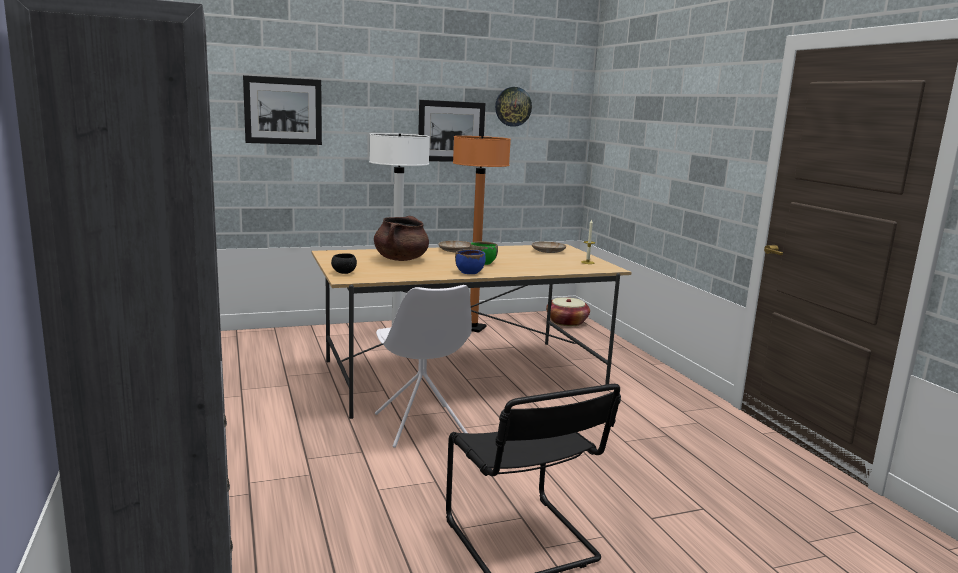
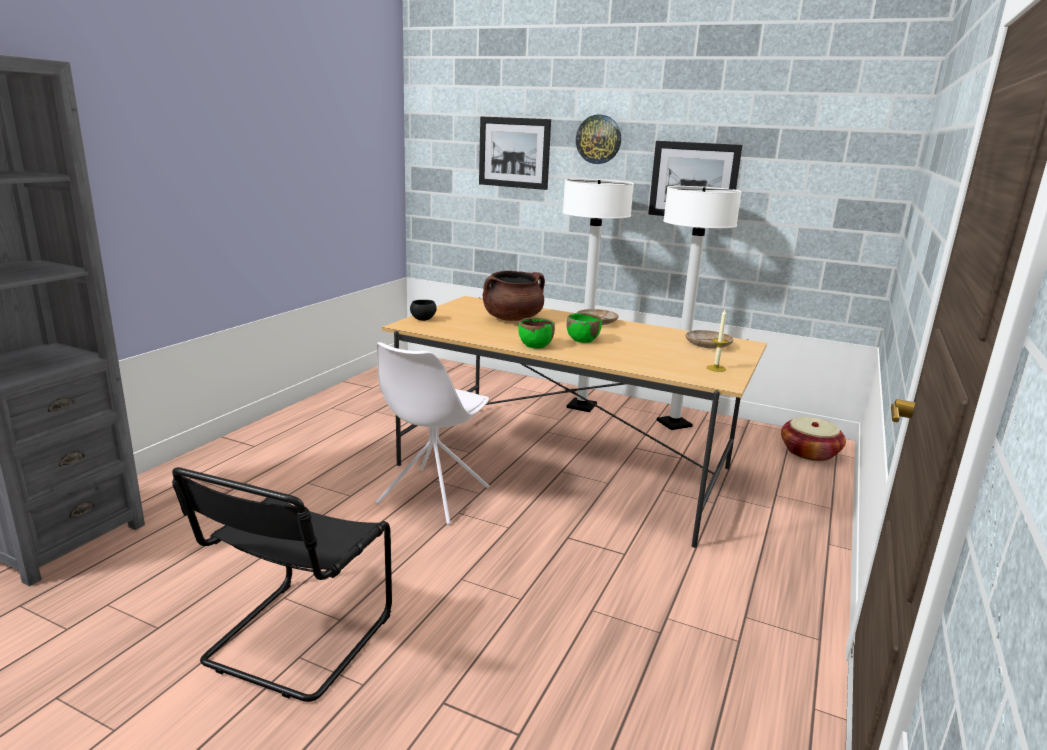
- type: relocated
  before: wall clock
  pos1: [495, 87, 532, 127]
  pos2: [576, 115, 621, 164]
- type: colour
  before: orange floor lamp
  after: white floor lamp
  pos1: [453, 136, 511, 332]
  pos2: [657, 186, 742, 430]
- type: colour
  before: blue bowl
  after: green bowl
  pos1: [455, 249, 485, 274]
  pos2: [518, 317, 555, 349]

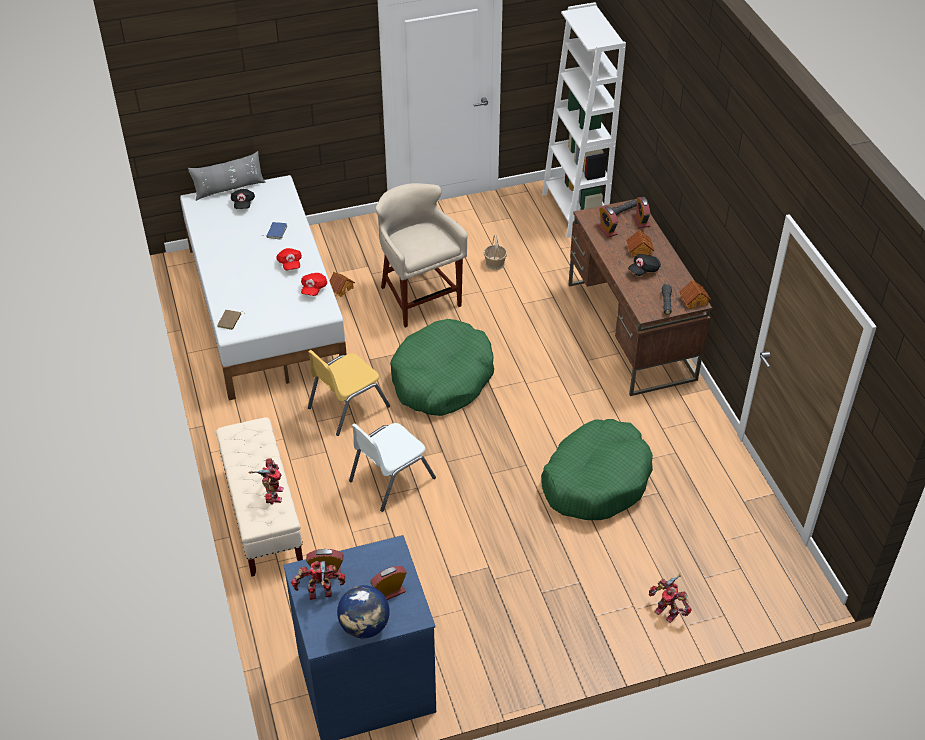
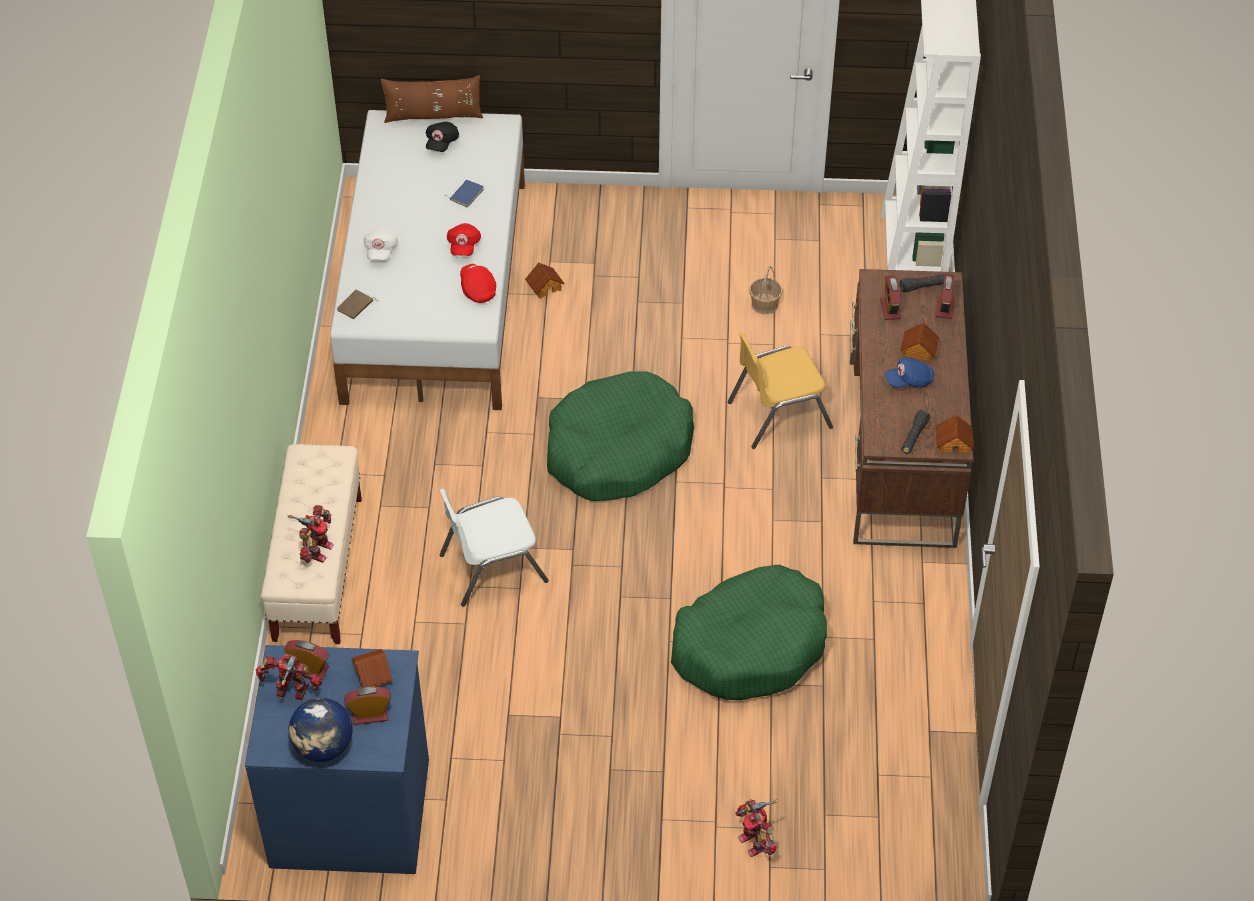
- type: colour
  before: grey pillow
  after: brown pillow
  pos1: [188, 151, 265, 201]
  pos2: [381, 75, 483, 123]
- type: missing
  before: beige stool
  pos1: [376, 183, 468, 328]
- type: colour
  before: black cap
  after: blue cap
  pos1: [628, 254, 661, 276]
  pos2: [884, 357, 934, 388]
- type: spun
  before: red cap
  pos1: [301, 273, 327, 296]
  pos2: [460, 264, 496, 303]
  turn: 120
- type: relocated
  before: yellow chair
  pos1: [308, 350, 390, 436]
  pos2: [728, 333, 833, 449]
- type: appeared
  after: white cap
  pos2: [364, 228, 398, 260]
- type: appeared
  after: toy house
  pos2: [351, 649, 393, 688]

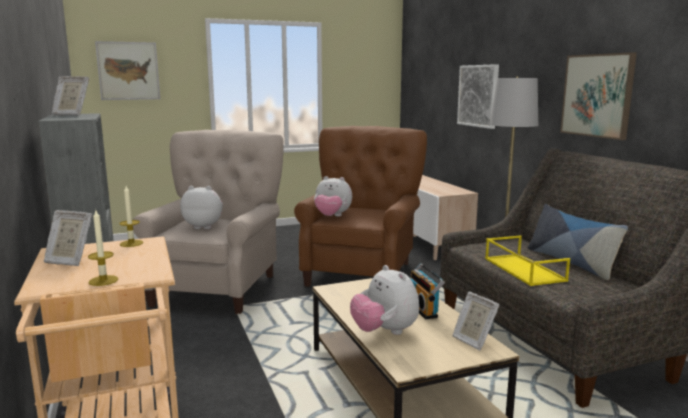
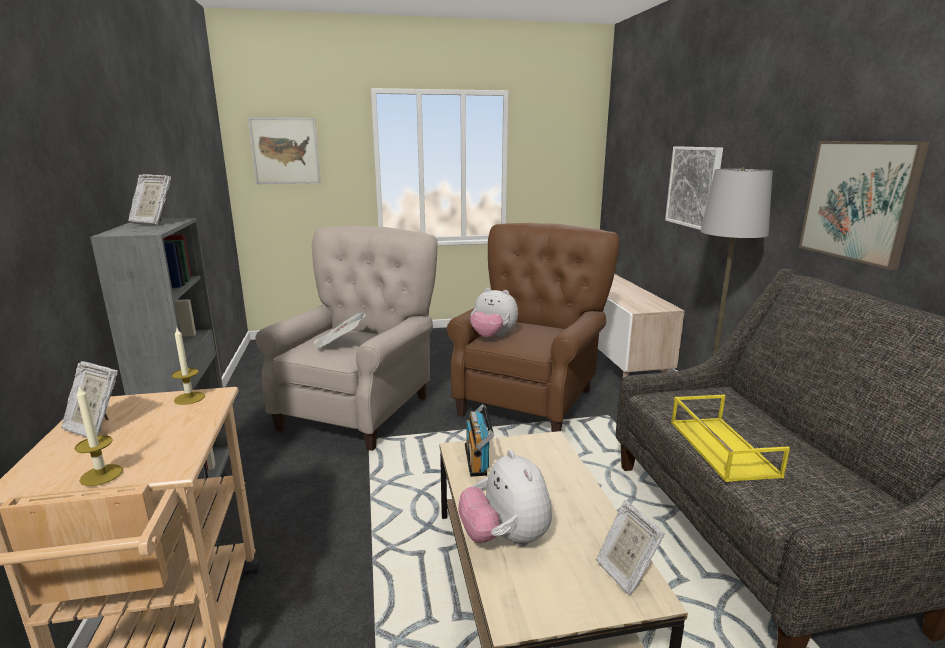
- type: exchanged
  before: plush toy
  after: newspaper
  pos1: [180, 186, 223, 229]
  pos2: [313, 313, 366, 349]
- type: missing
  before: pillow
  pos1: [528, 204, 628, 280]
- type: relocated
  before: radio
  pos1: [410, 263, 445, 320]
  pos2: [465, 404, 494, 477]

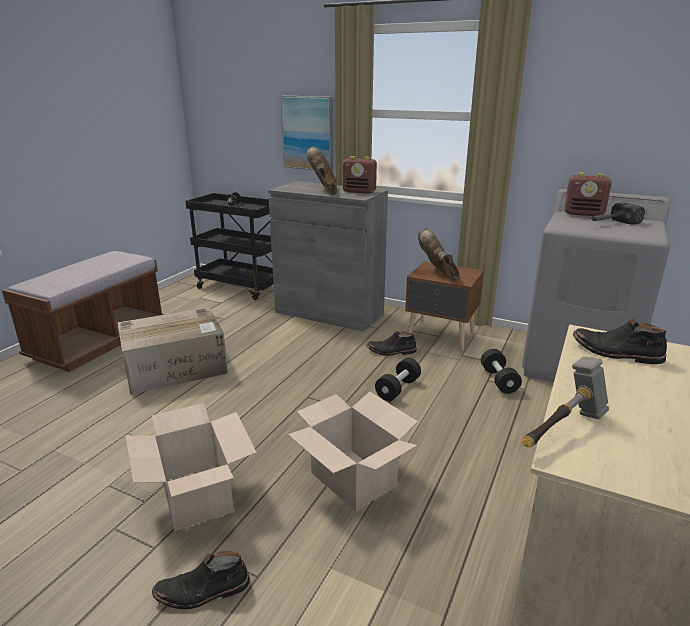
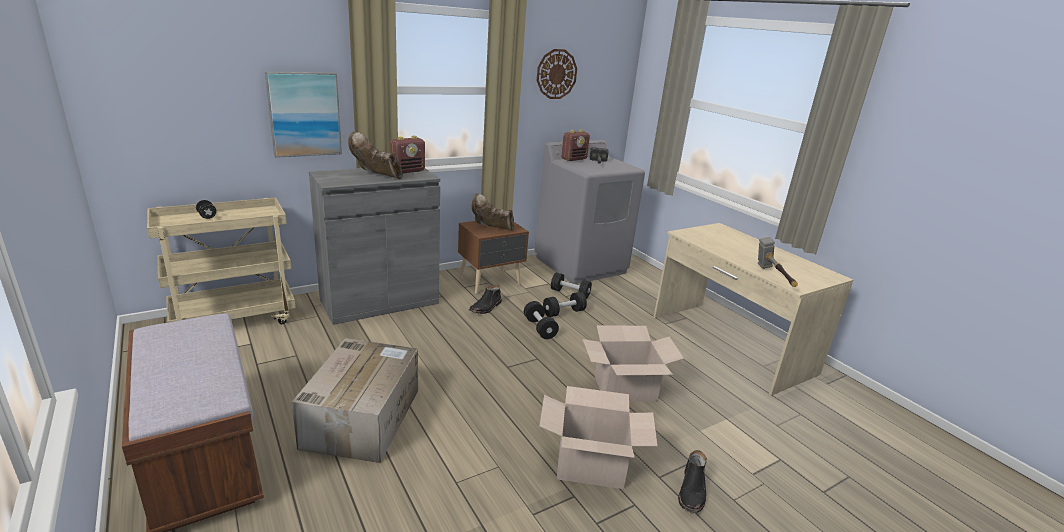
- type: colour
  before: black cart
  after: beige cart
  pos1: [185, 193, 274, 300]
  pos2: [147, 198, 296, 324]
- type: missing
  before: black boot
  pos1: [573, 319, 667, 364]
- type: appeared
  after: wall clock
  pos2: [537, 49, 577, 99]
- type: appeared
  after: black dumbbell
  pos2: [543, 292, 587, 317]

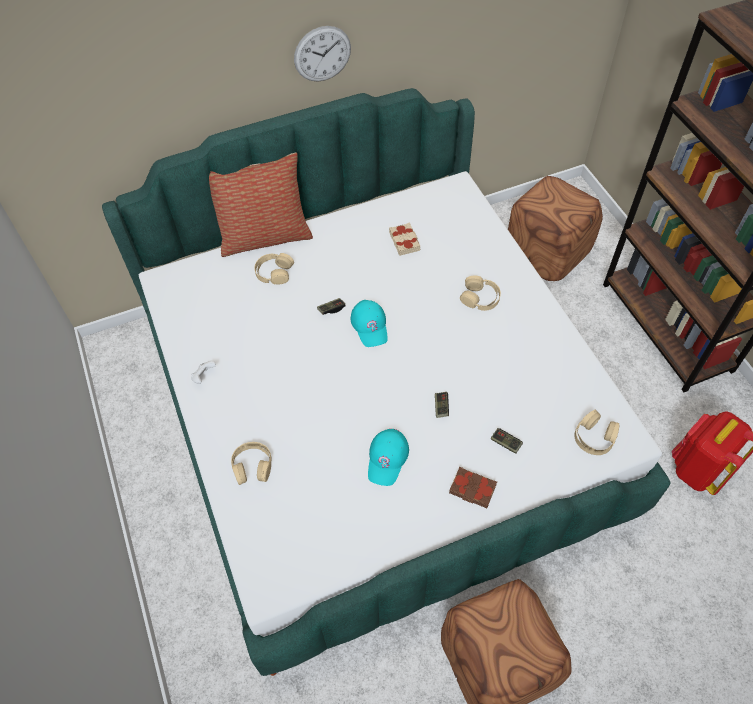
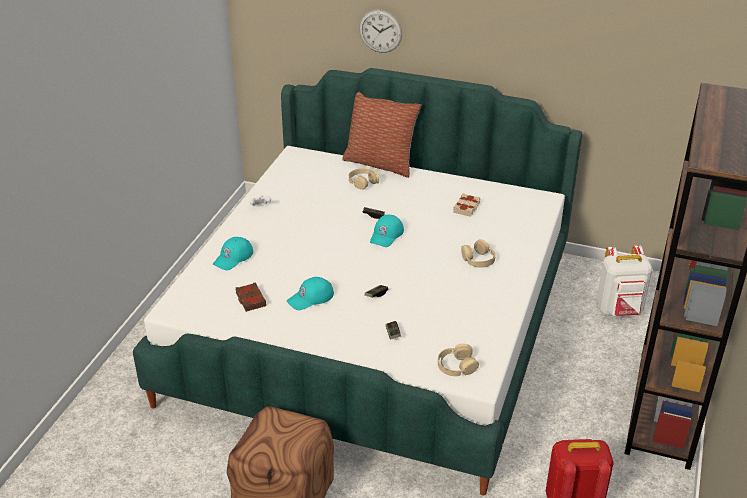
- type: relocated
  before: wall clock
  pos1: [294, 26, 351, 82]
  pos2: [359, 10, 402, 53]
- type: exchanged
  before: brown ottoman
  after: white backpack
  pos1: [508, 176, 603, 281]
  pos2: [596, 245, 652, 316]
- type: exchanged
  before: beige headphones
  after: turquoise cap
  pos1: [231, 442, 272, 485]
  pos2: [213, 237, 253, 270]
- type: relocated
  before: brown book
  pos1: [449, 467, 497, 508]
  pos2: [235, 282, 266, 312]

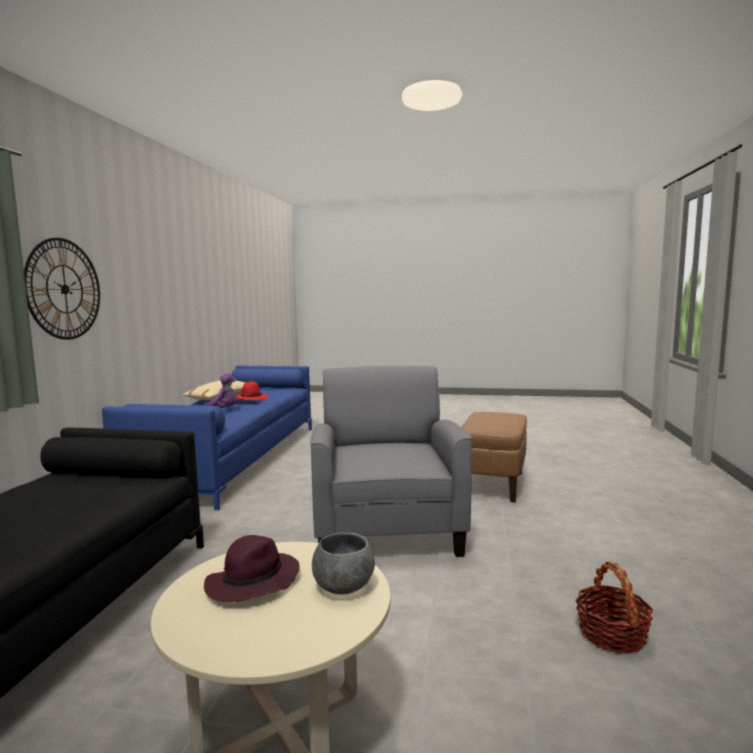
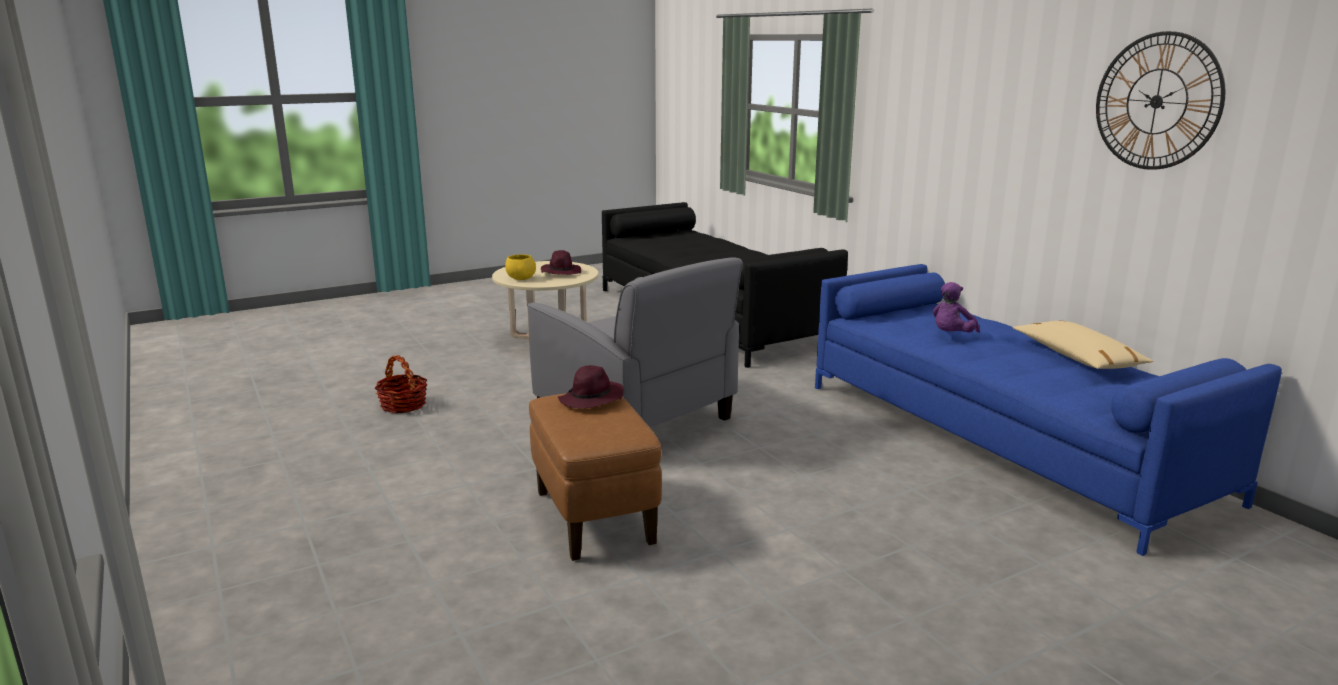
- type: relocated
  before: wall clock
  pos1: [24, 238, 100, 340]
  pos2: [1096, 31, 1226, 170]
- type: missing
  before: red hat
  pos1: [236, 381, 268, 400]
- type: colour
  before: grey bowl
  after: yellow bowl
  pos1: [312, 533, 375, 594]
  pos2: [505, 254, 536, 280]
- type: appeared
  after: purple hat
  pos2: [558, 365, 624, 408]

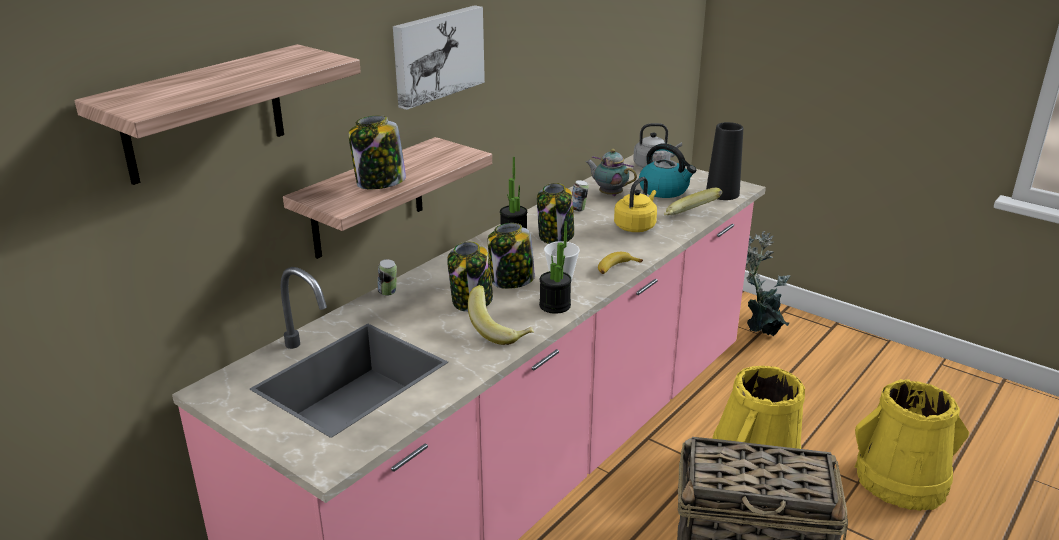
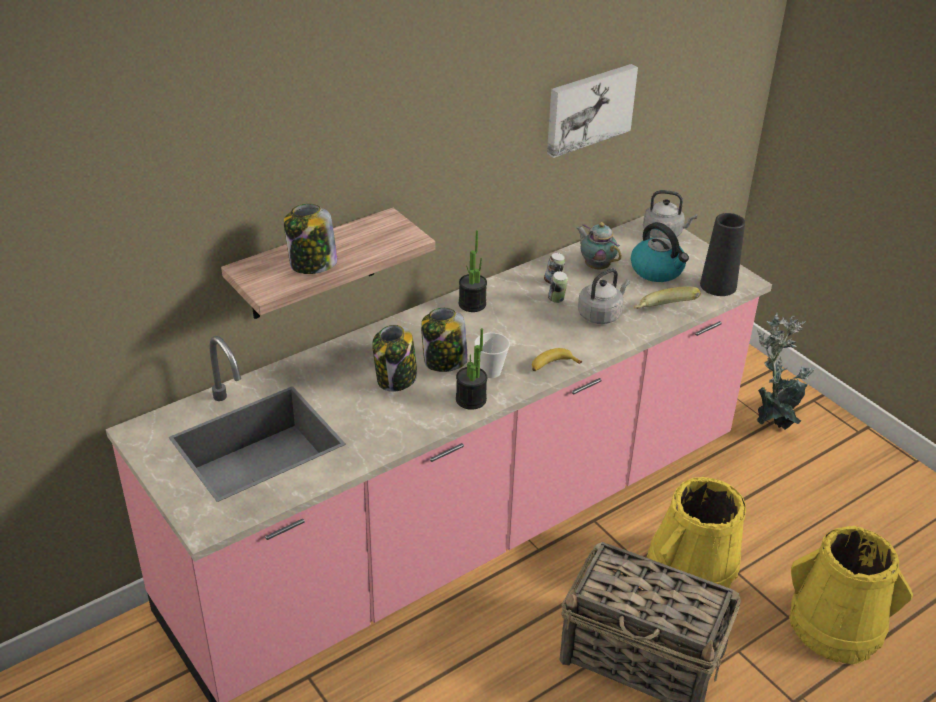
- type: relocated
  before: picture
  pos1: [393, 5, 485, 110]
  pos2: [547, 64, 638, 158]
- type: missing
  before: shelf
  pos1: [74, 44, 361, 185]
- type: colour
  before: yellow kettle
  after: grey kettle
  pos1: [614, 177, 657, 232]
  pos2: [578, 268, 630, 324]
- type: missing
  before: jar
  pos1: [537, 183, 574, 244]
- type: relocated
  before: can
  pos1: [378, 259, 397, 296]
  pos2: [548, 271, 568, 303]
- type: missing
  before: banana
  pos1: [468, 285, 534, 345]

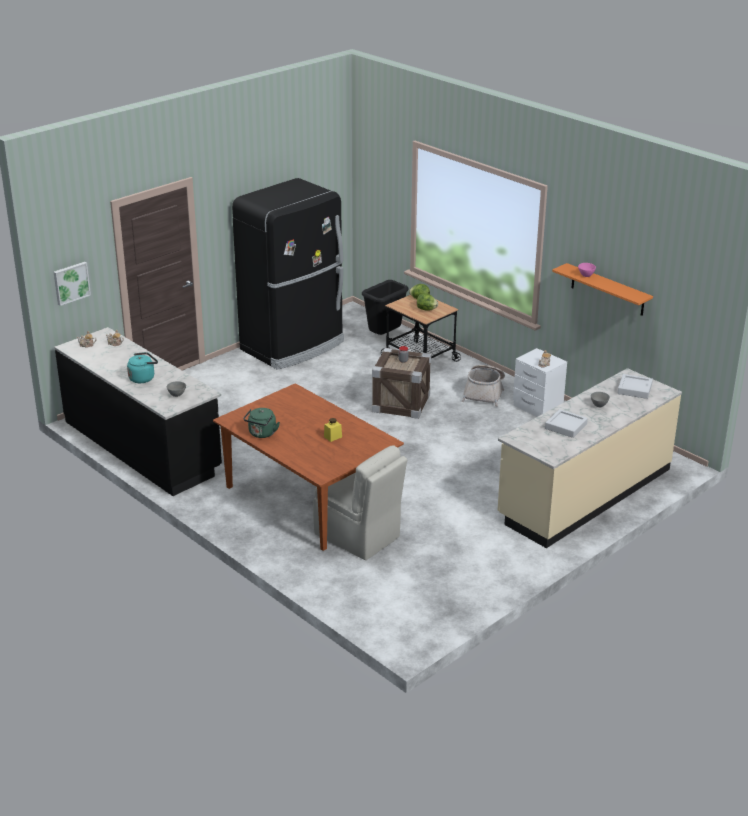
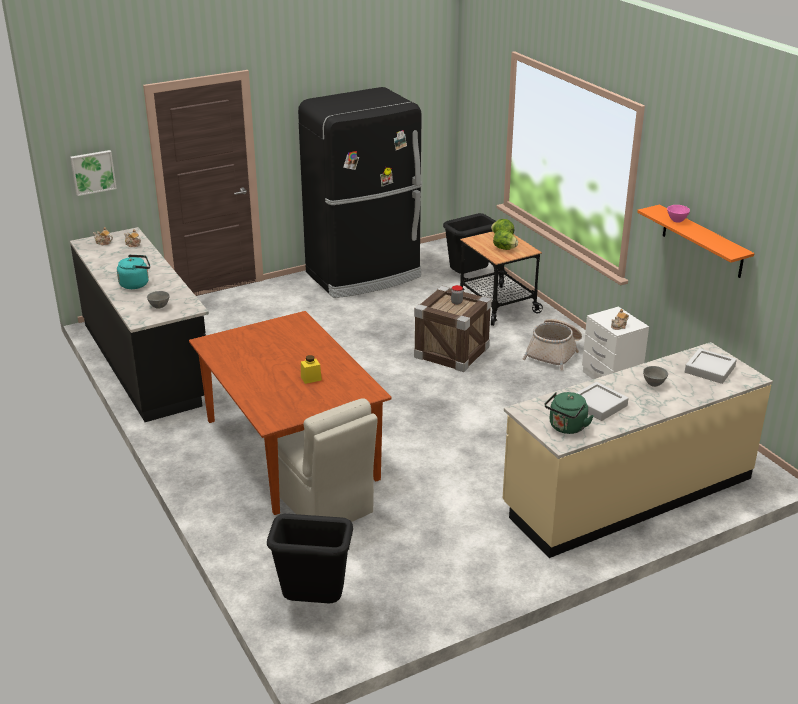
- type: relocated
  before: green kettle
  pos1: [243, 408, 280, 438]
  pos2: [545, 392, 593, 434]
- type: appeared
  after: black trash can
  pos2: [267, 514, 353, 603]

